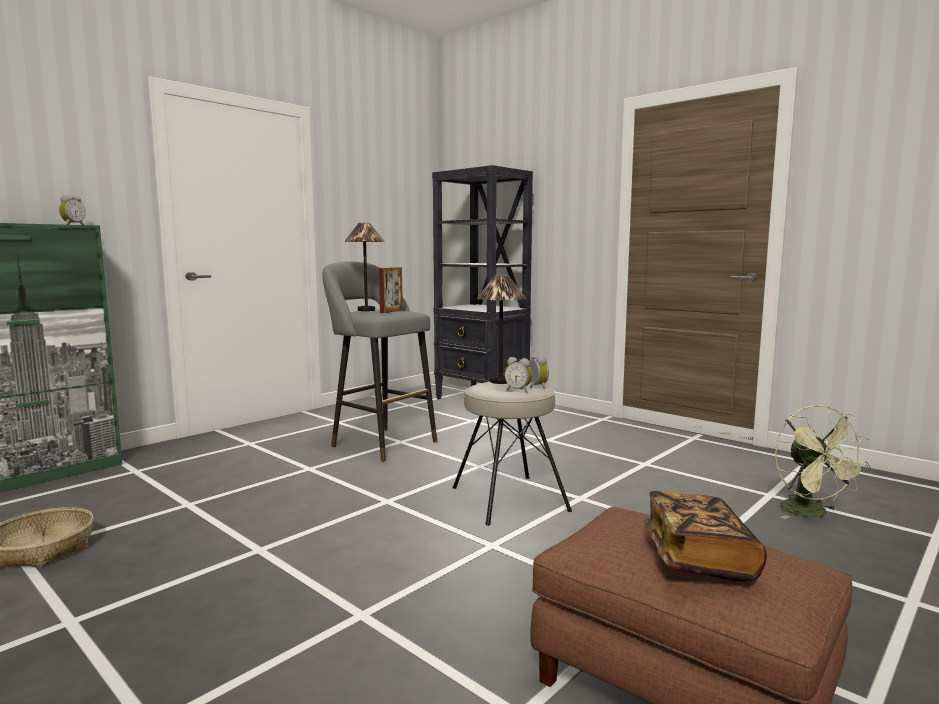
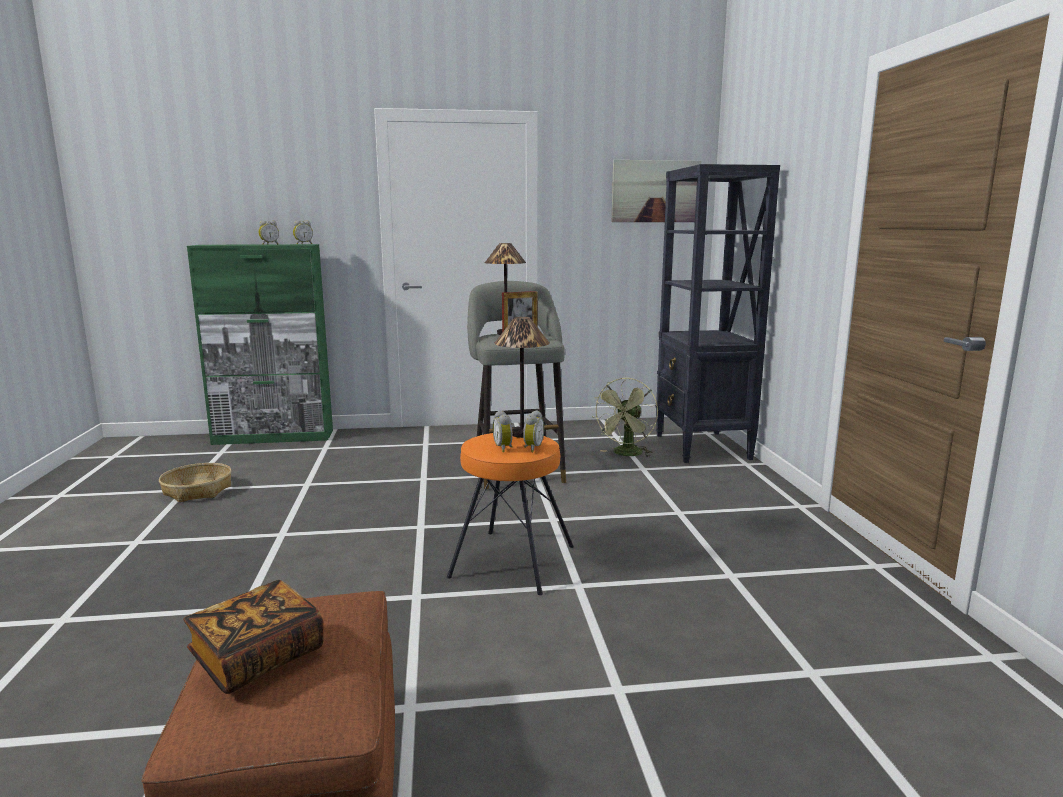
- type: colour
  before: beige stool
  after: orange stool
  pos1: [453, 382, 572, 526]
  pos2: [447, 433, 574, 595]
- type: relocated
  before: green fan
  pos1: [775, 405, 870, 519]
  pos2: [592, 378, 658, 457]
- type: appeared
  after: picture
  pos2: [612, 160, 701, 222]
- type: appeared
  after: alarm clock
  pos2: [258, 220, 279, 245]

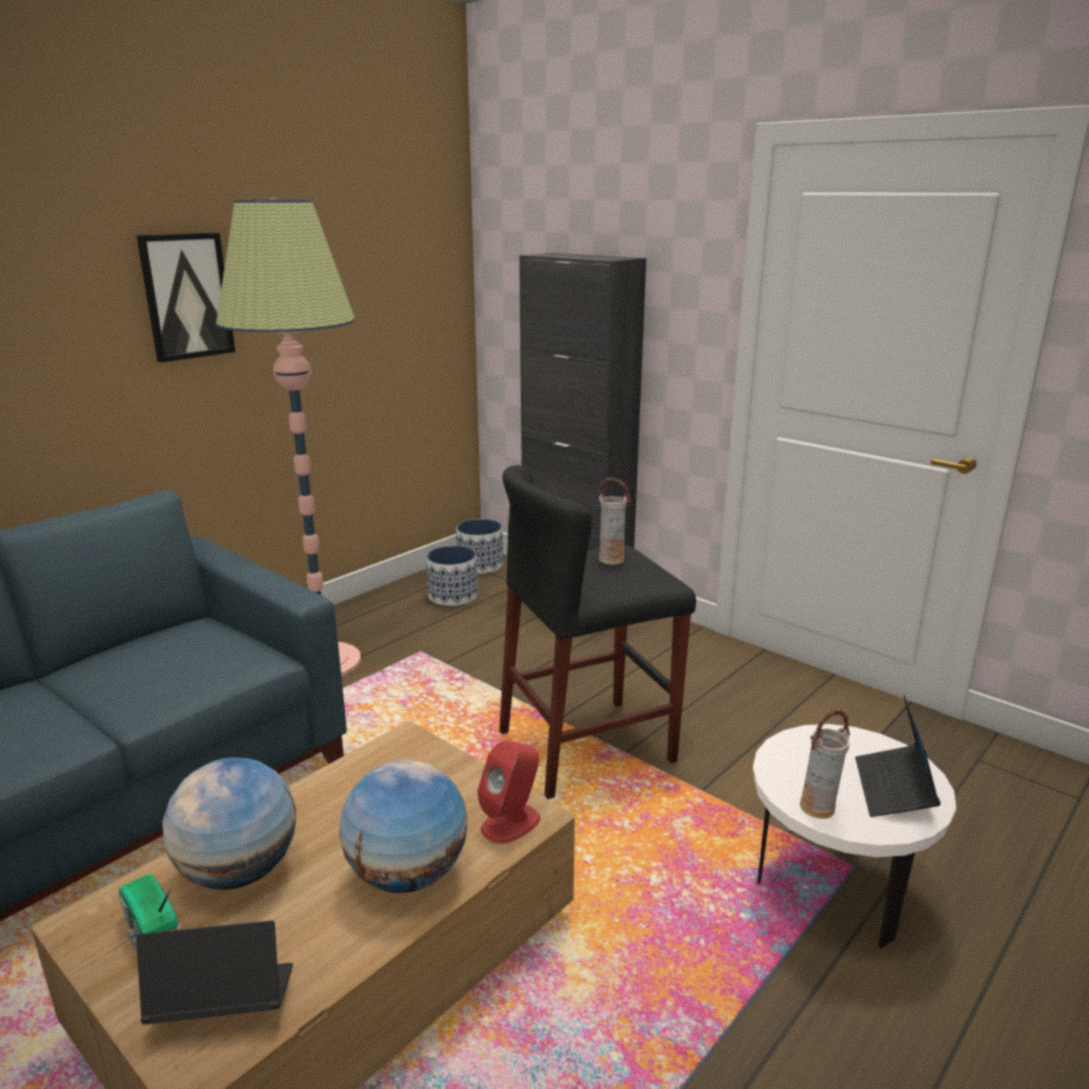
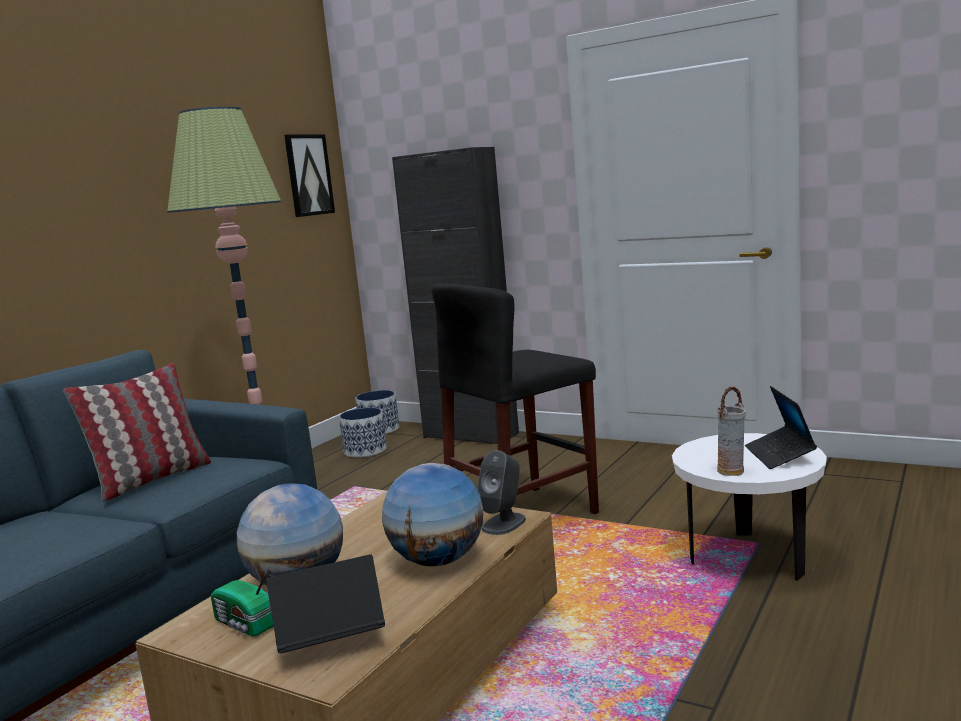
- type: relocated
  before: picture
  pos1: [136, 233, 235, 362]
  pos2: [284, 134, 335, 217]
- type: missing
  before: vase
  pos1: [598, 478, 631, 565]
- type: colour
  before: red speaker
  after: grey speaker
  pos1: [478, 740, 540, 844]
  pos2: [477, 450, 526, 535]
- type: appeared
  after: pillow
  pos2: [64, 363, 211, 502]

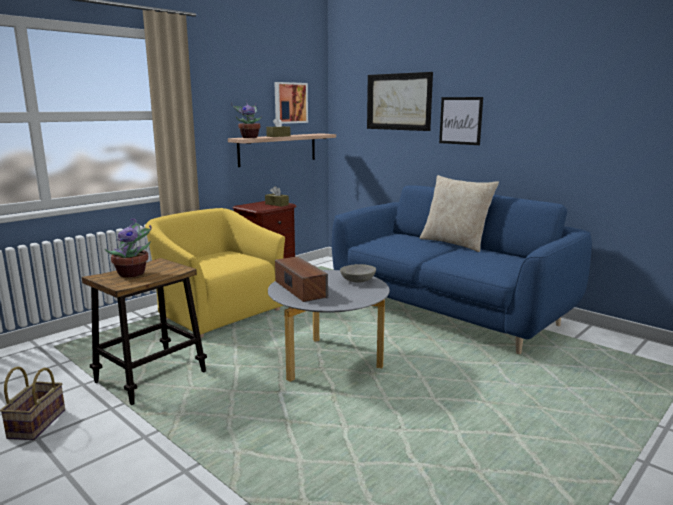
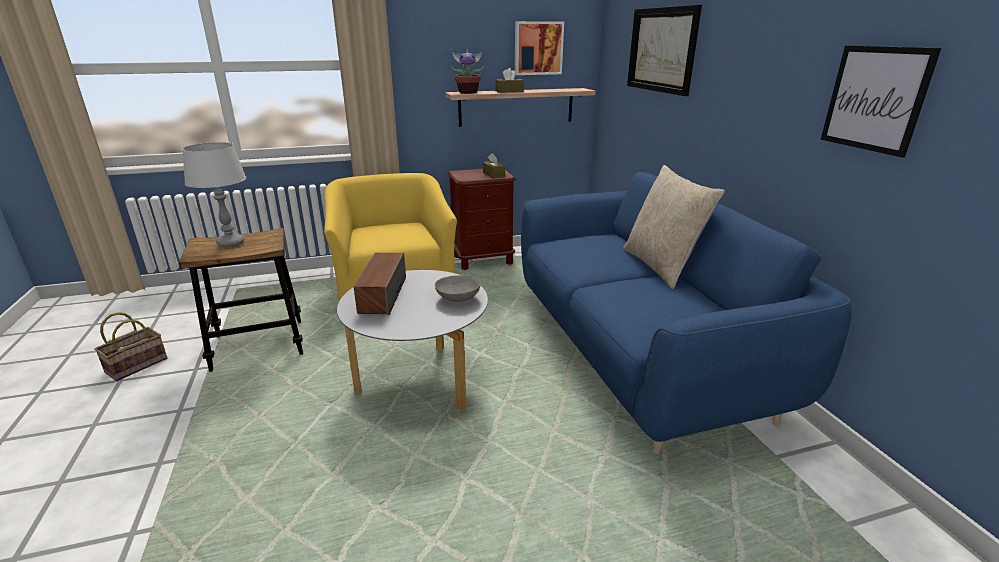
- type: relocated
  before: picture
  pos1: [439, 97, 483, 145]
  pos2: [821, 46, 941, 158]
- type: exchanged
  before: potted plant
  after: grey table lamp
  pos1: [105, 218, 152, 277]
  pos2: [182, 142, 246, 247]

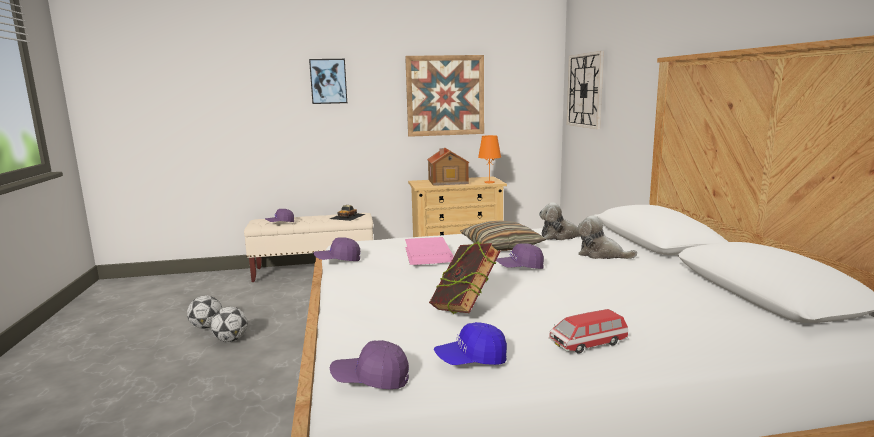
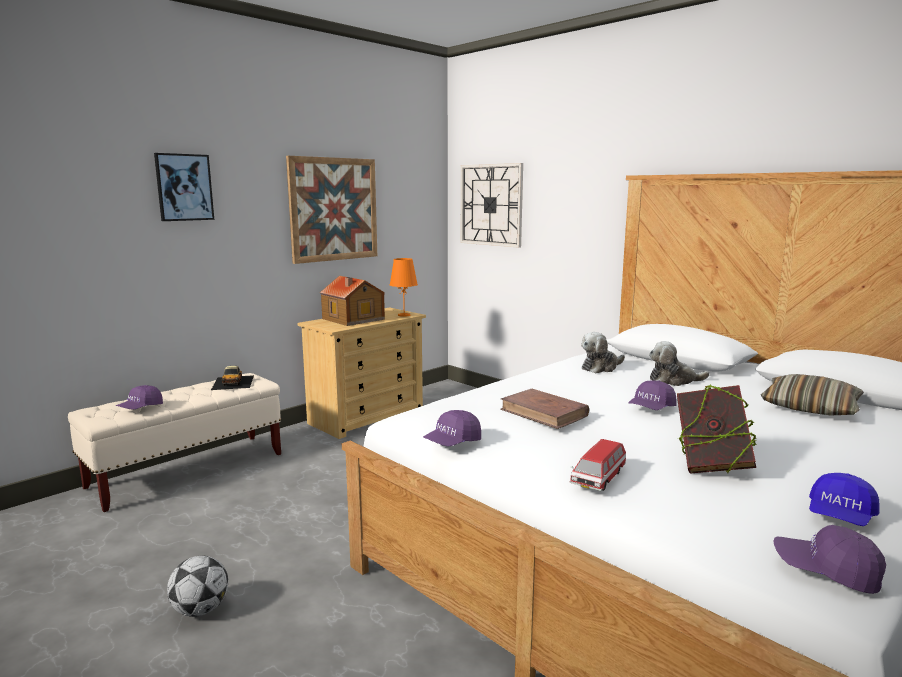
- type: relocated
  before: pillow
  pos1: [460, 221, 546, 251]
  pos2: [761, 374, 864, 416]
- type: colour
  before: pink book
  after: brown book
  pos1: [405, 237, 453, 265]
  pos2: [500, 389, 589, 429]
- type: missing
  before: football
  pos1: [187, 296, 222, 329]
- type: relocated
  before: toy car
  pos1: [549, 309, 628, 354]
  pos2: [569, 439, 626, 491]
- type: spun
  before: purple cap
  pos1: [330, 340, 409, 389]
  pos2: [774, 525, 886, 594]
  turn: 60

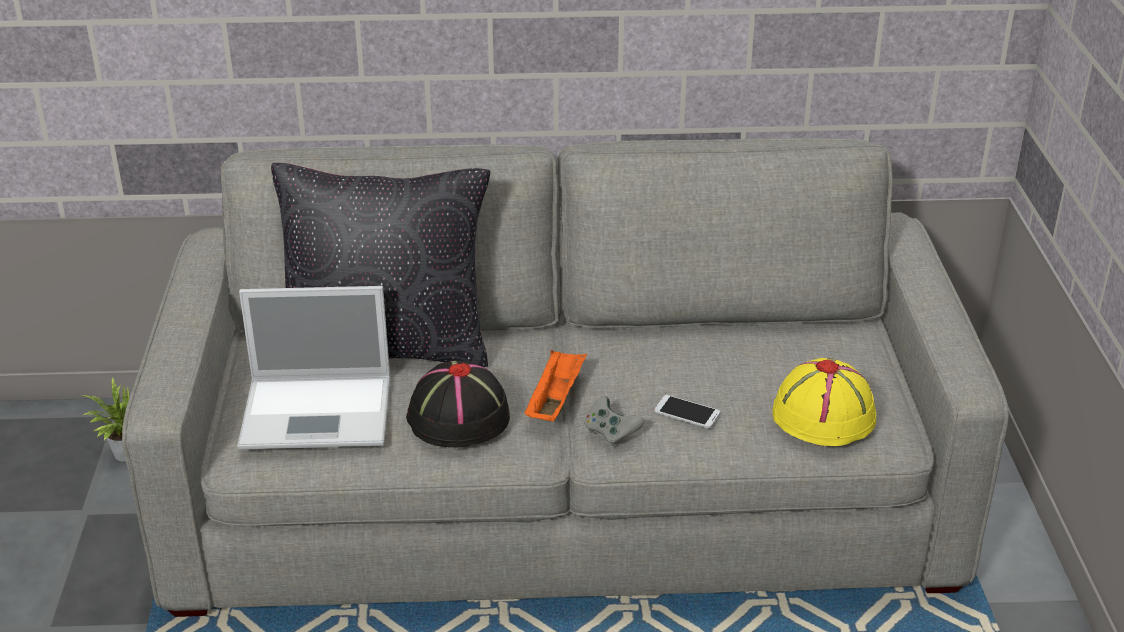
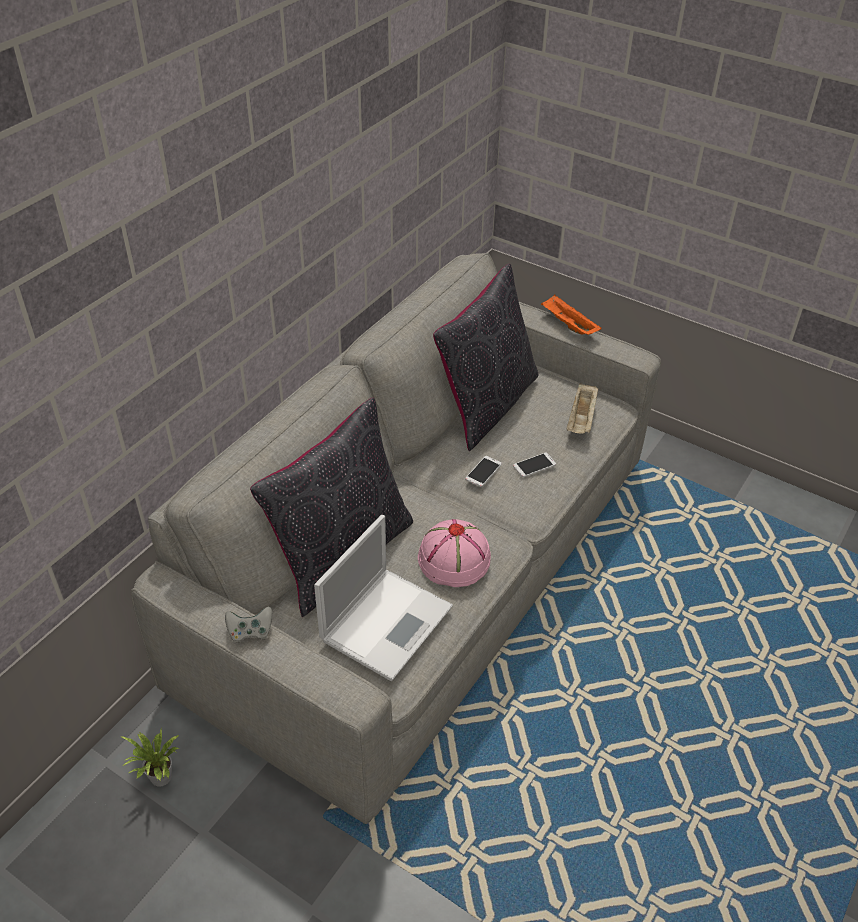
- type: relocated
  before: orange tray
  pos1: [524, 350, 587, 421]
  pos2: [541, 295, 602, 335]
- type: exchanged
  before: yellow hat
  after: beige tray
  pos1: [772, 358, 876, 446]
  pos2: [567, 383, 599, 433]
- type: colour
  before: black hat
  after: pink hat
  pos1: [406, 361, 510, 447]
  pos2: [418, 519, 491, 587]
- type: relocated
  before: grey game controller
  pos1: [584, 396, 644, 446]
  pos2: [225, 607, 272, 643]
- type: appeared
  after: black pillow
  pos2: [433, 264, 538, 451]
- type: appeared
  after: phone
  pos2: [465, 456, 502, 487]

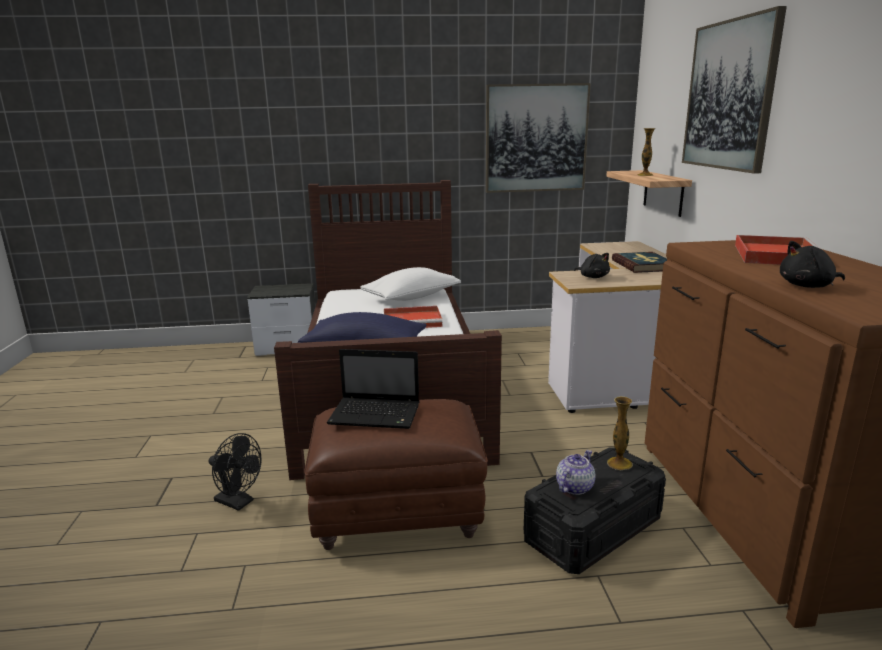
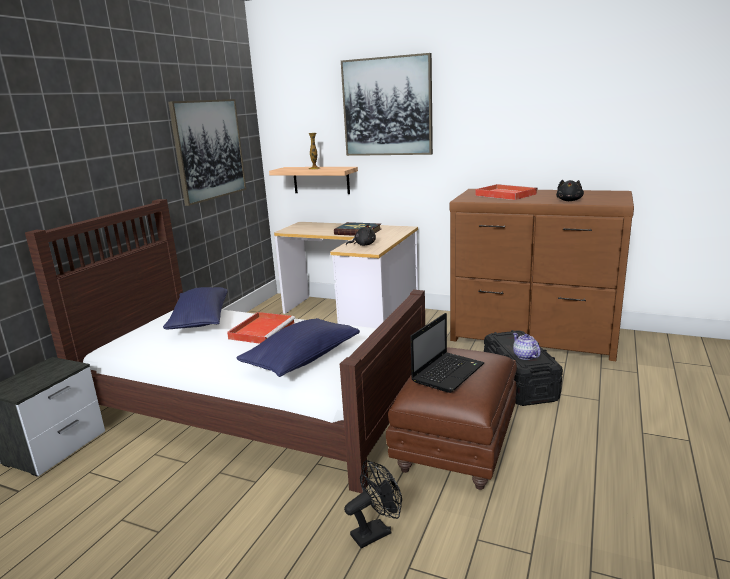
- type: colour
  before: white pillow
  after: blue pillow
  pos1: [360, 267, 461, 301]
  pos2: [163, 287, 228, 329]
- type: missing
  before: vase
  pos1: [607, 396, 633, 471]

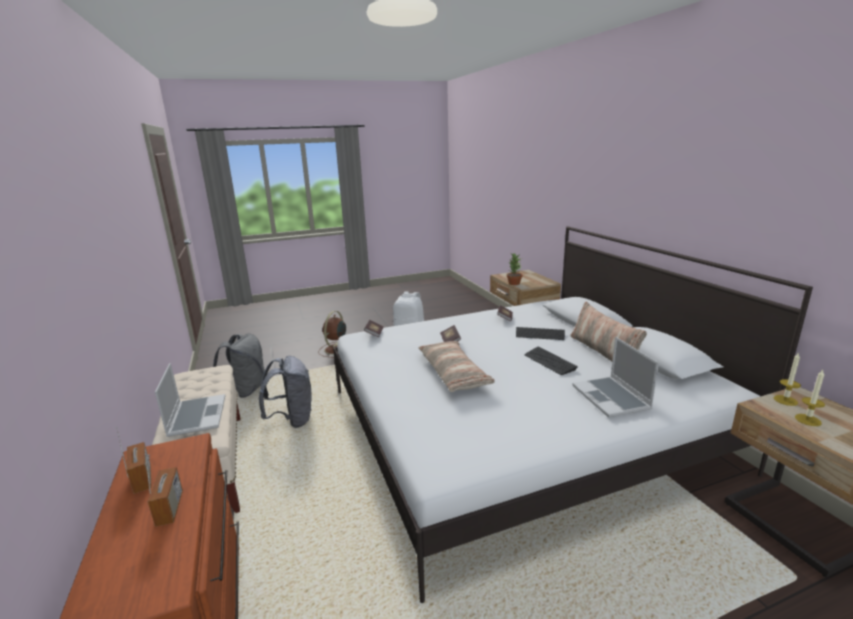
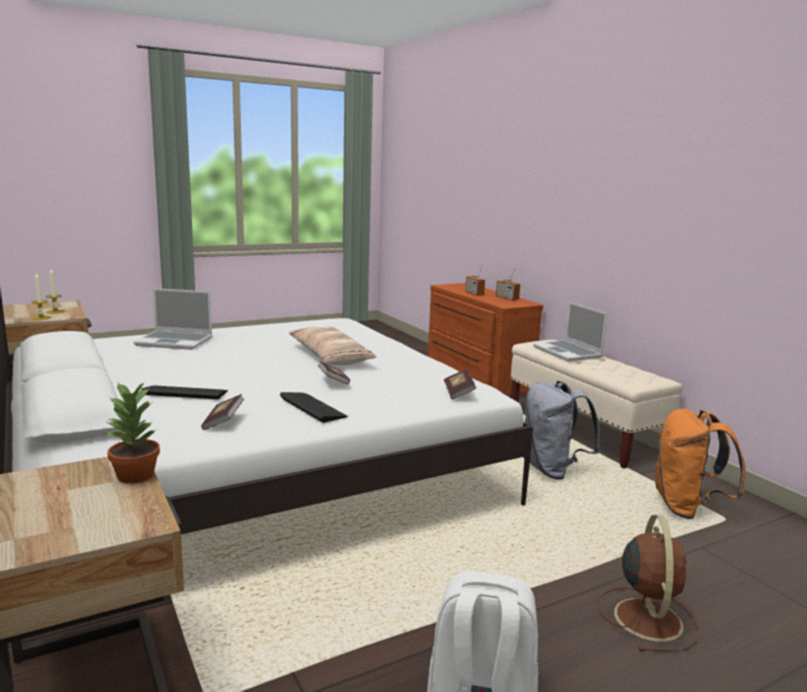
- type: missing
  before: pillow
  pos1: [570, 302, 647, 361]
- type: colour
  before: grey backpack
  after: orange backpack
  pos1: [213, 334, 265, 398]
  pos2: [654, 409, 745, 519]
- type: spun
  before: laptop
  pos1: [572, 337, 659, 418]
  pos2: [134, 288, 212, 350]
  turn: 120
- type: relocated
  before: keyboard
  pos1: [525, 347, 578, 375]
  pos2: [280, 392, 348, 423]

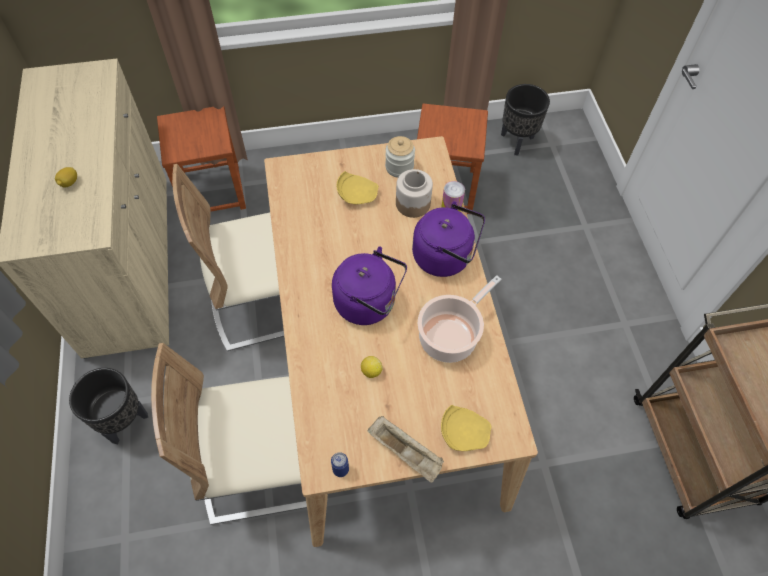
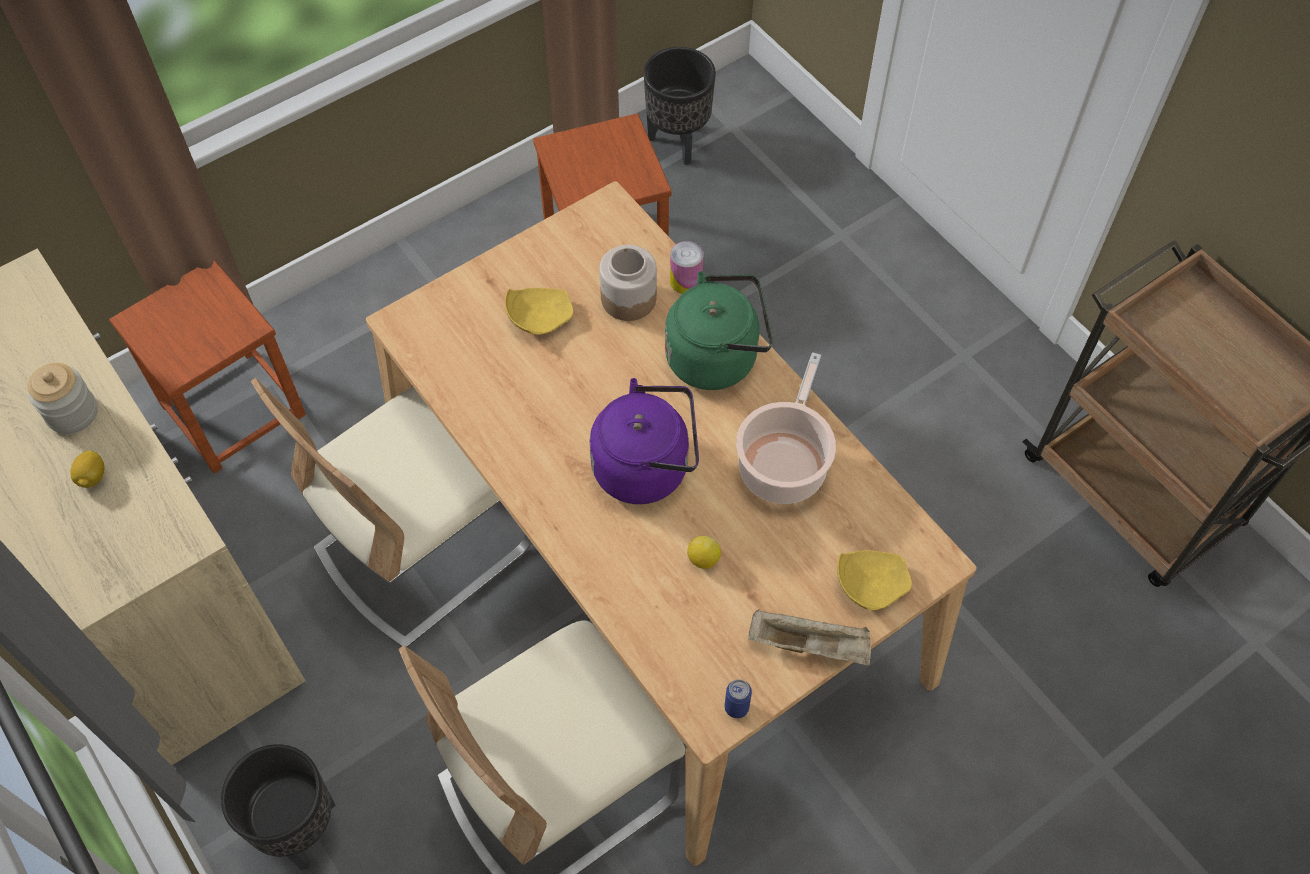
- type: relocated
  before: jar
  pos1: [385, 136, 415, 178]
  pos2: [27, 363, 98, 434]
- type: colour
  before: purple kettle
  after: green kettle
  pos1: [412, 201, 485, 277]
  pos2: [665, 271, 773, 390]

